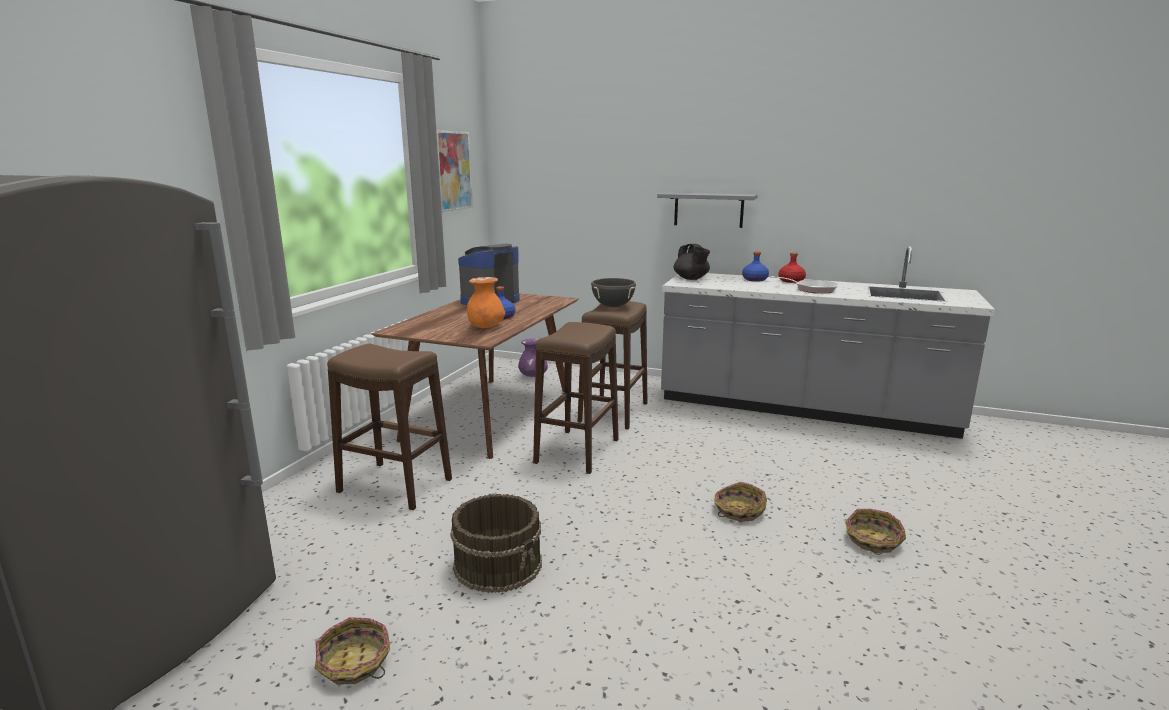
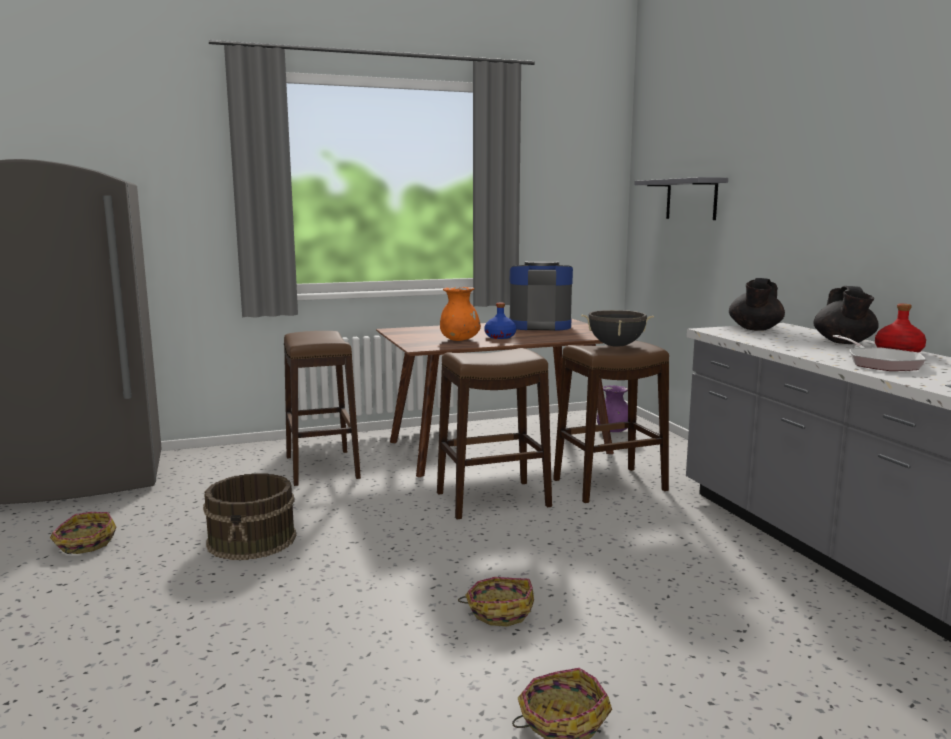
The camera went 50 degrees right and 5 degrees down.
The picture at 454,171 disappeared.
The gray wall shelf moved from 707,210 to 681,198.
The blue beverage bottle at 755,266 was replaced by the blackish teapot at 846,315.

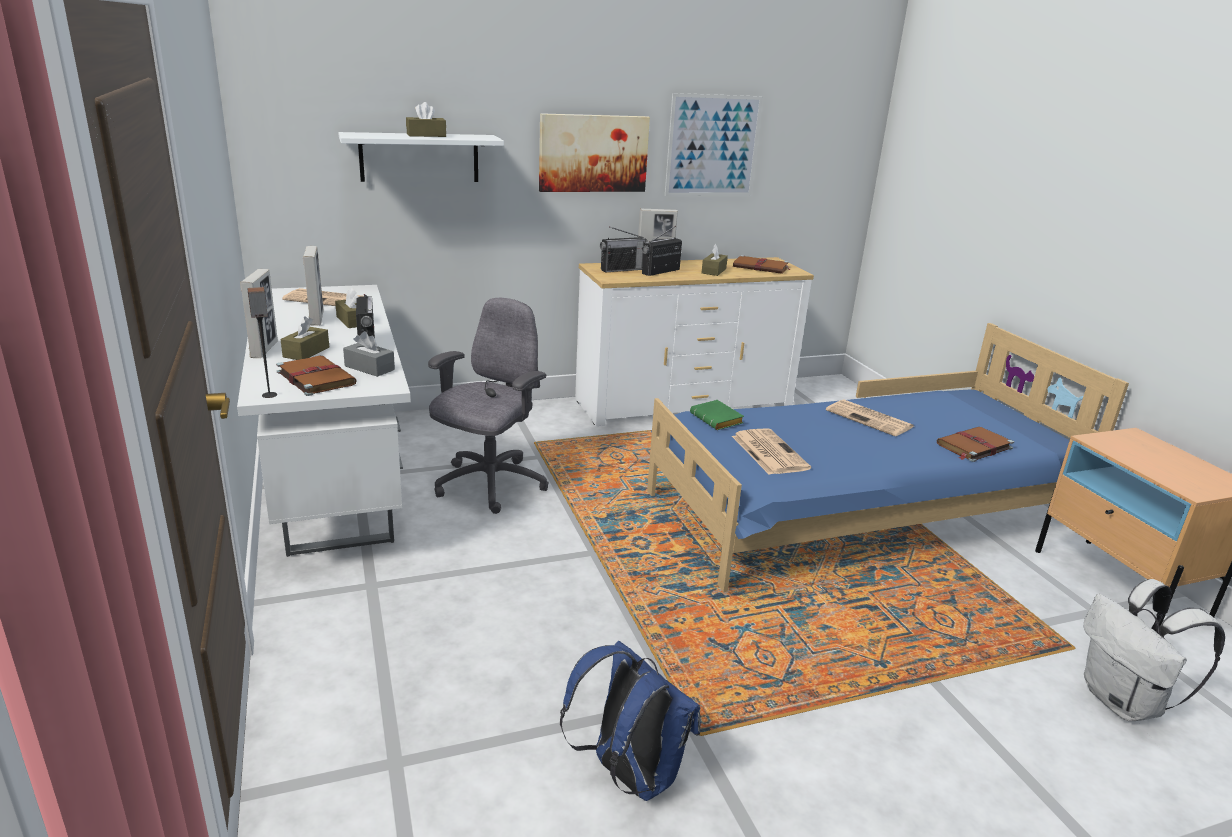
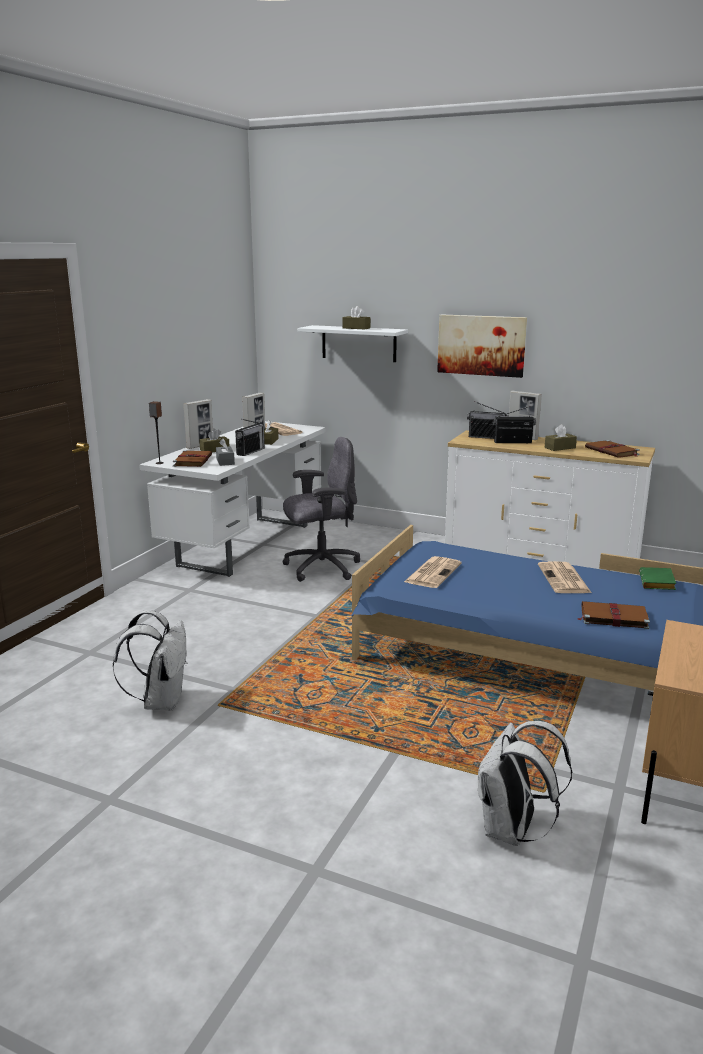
The camera went 45 degrees right and 5 degrees down.
The picture at 714,144 disappeared.
The green-coloured volume moved from 717,415 to 657,578.
The blue backpack at 630,721 became the white-coloured backpack at 150,660.

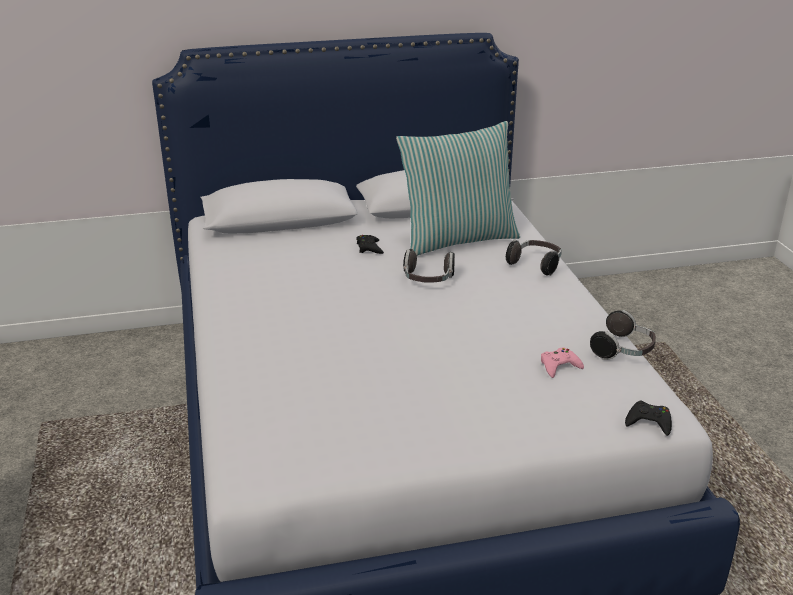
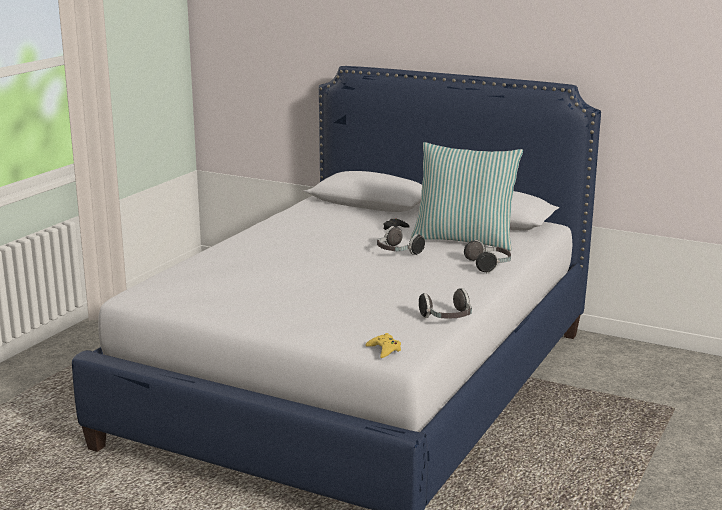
The camera went 40 degrees right and 10 degrees down.
The pinkish game controller at 562,362 disappeared.
The blackish game controller at 648,418 became the yellow game controller at 383,345.

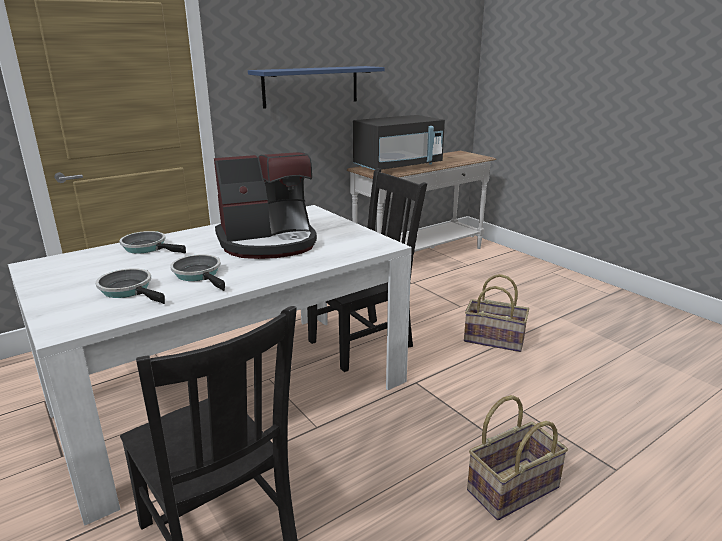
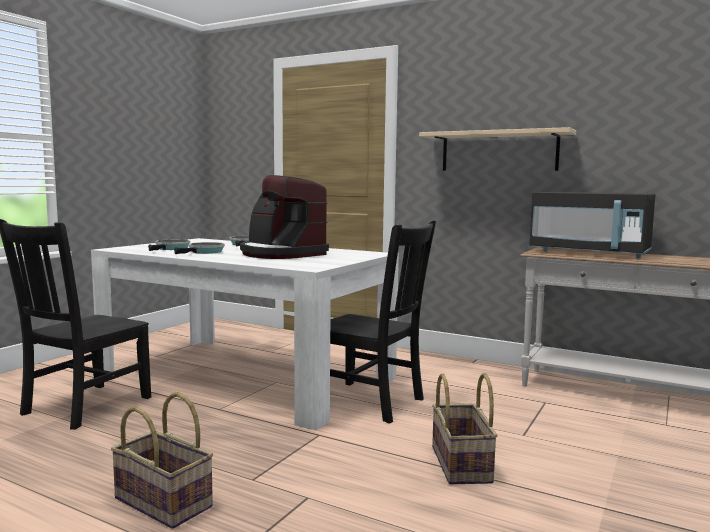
The camera went 65 degrees right and 15 degrees down.
The blue wall shelf at 316,87 became the beige wall shelf at 497,149.

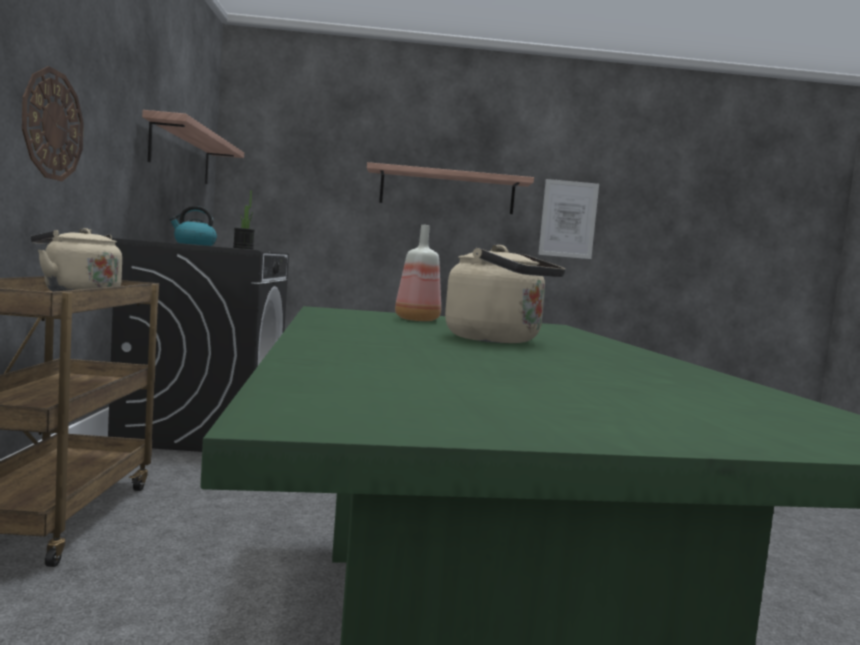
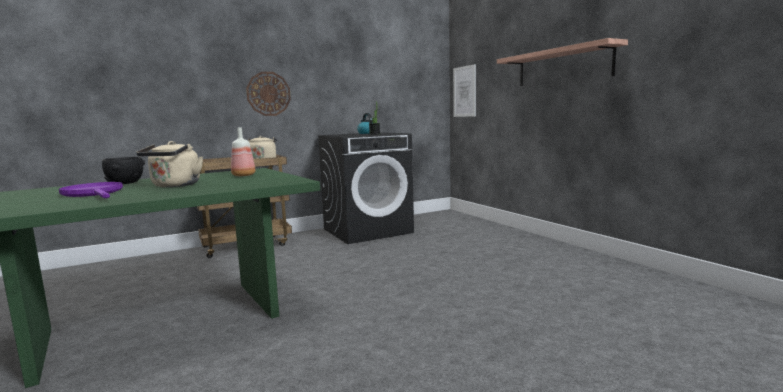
The camera went 65 degrees right and 5 degrees up.
The wall shelf at 193,147 disappeared.
The purplish frying pan at 91,190 appeared.
The blackish serving bowl at 123,170 appeared.
The picture moved from 568,219 to 464,90.

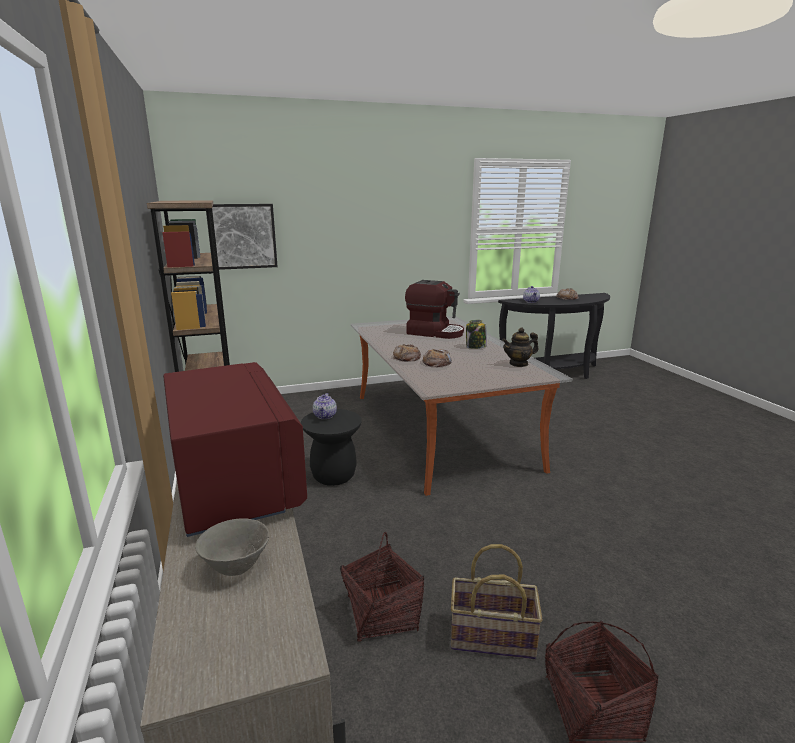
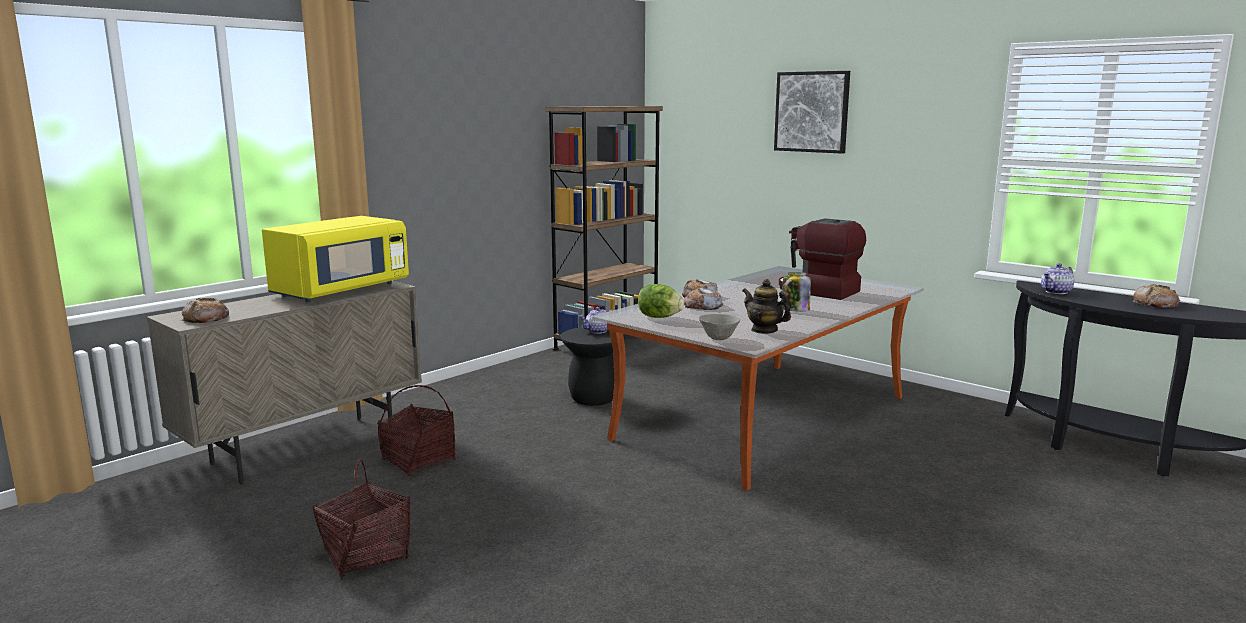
The camera went 60 degrees right and 5 degrees down.
The storage basket at 497,601 disappeared.
The baked bread at 205,310 appeared.
The head of lettuce at 661,301 appeared.
The gray serving bowl moved from 232,547 to 719,327.
The picture moved from 245,237 to 812,112.
The red-coloured microwave at 235,449 became the yellow microwave at 335,259.
The coffee brewer at 434,309 turned 135 degrees clockwise.

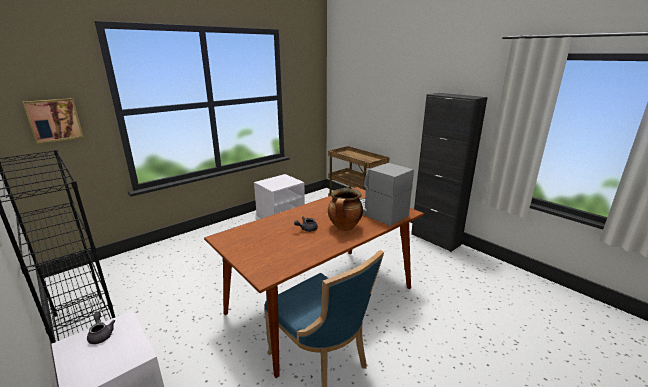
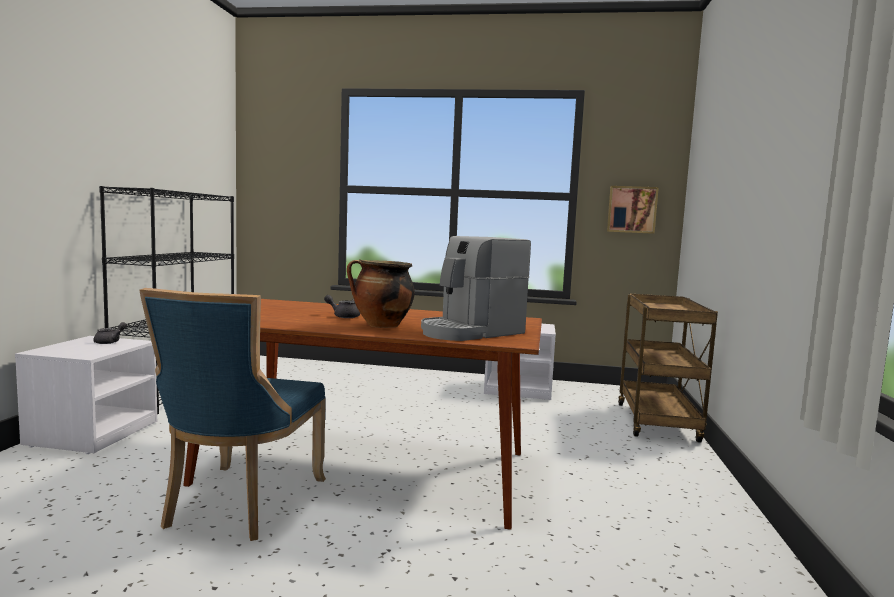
The camera went 50 degrees right and 15 degrees down.
The blackish storage cabinet at 449,172 disappeared.
The picture moved from 53,121 to 633,210.
The coffee brewer at 387,194 turned 135 degrees counterclockwise.

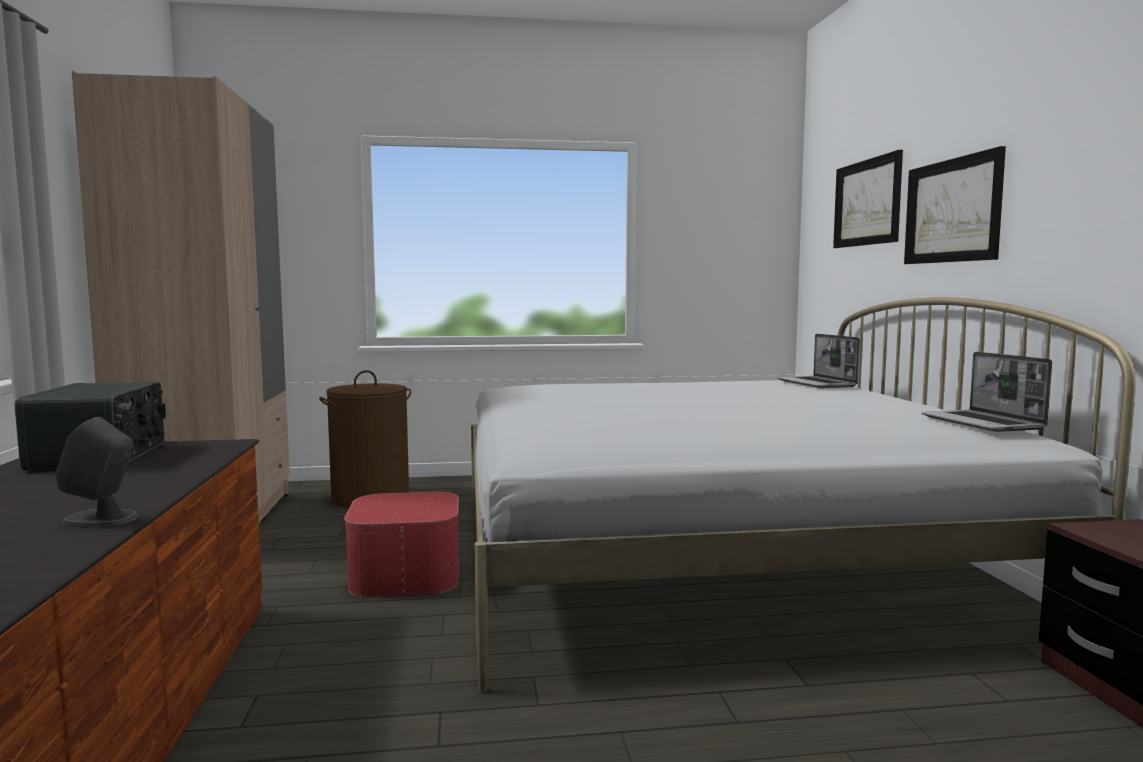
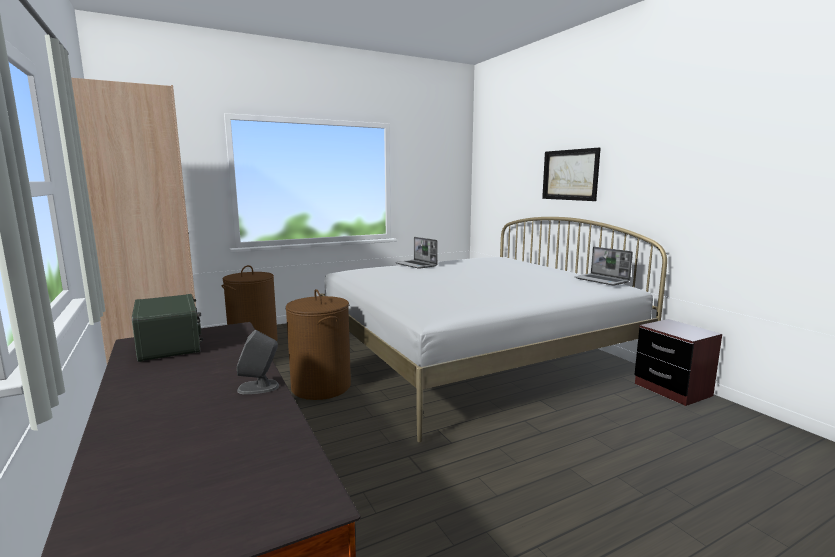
The camera went 20 degrees left and 5 degrees up.
The picture at 868,199 disappeared.
The laptop moved from 818,361 to 416,253.
The ottoman at 401,544 was replaced by the brownish laundry basket at 318,344.

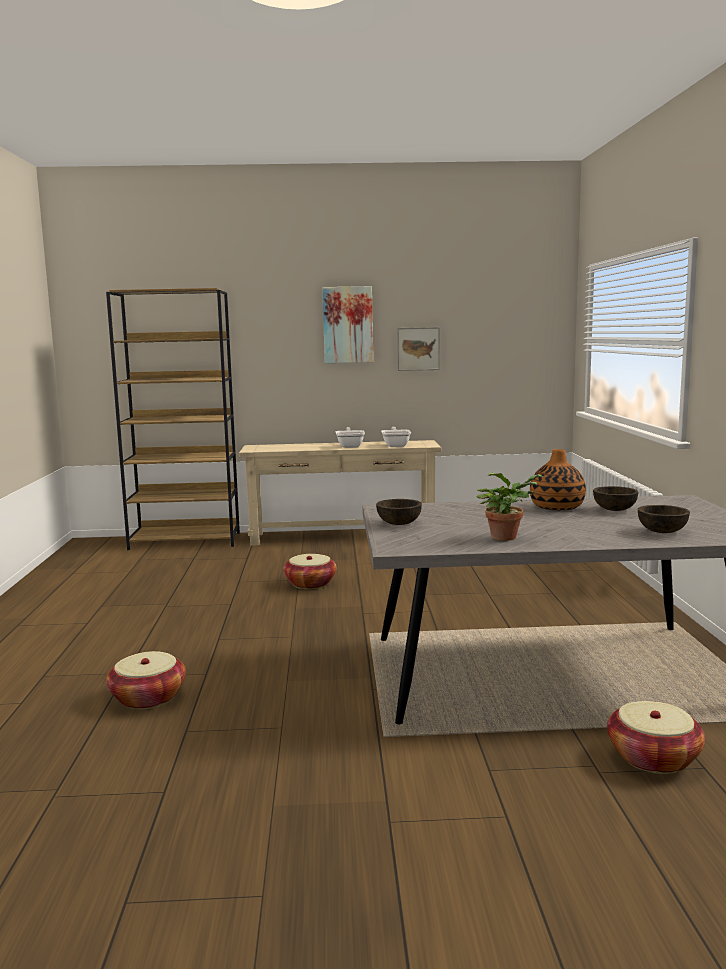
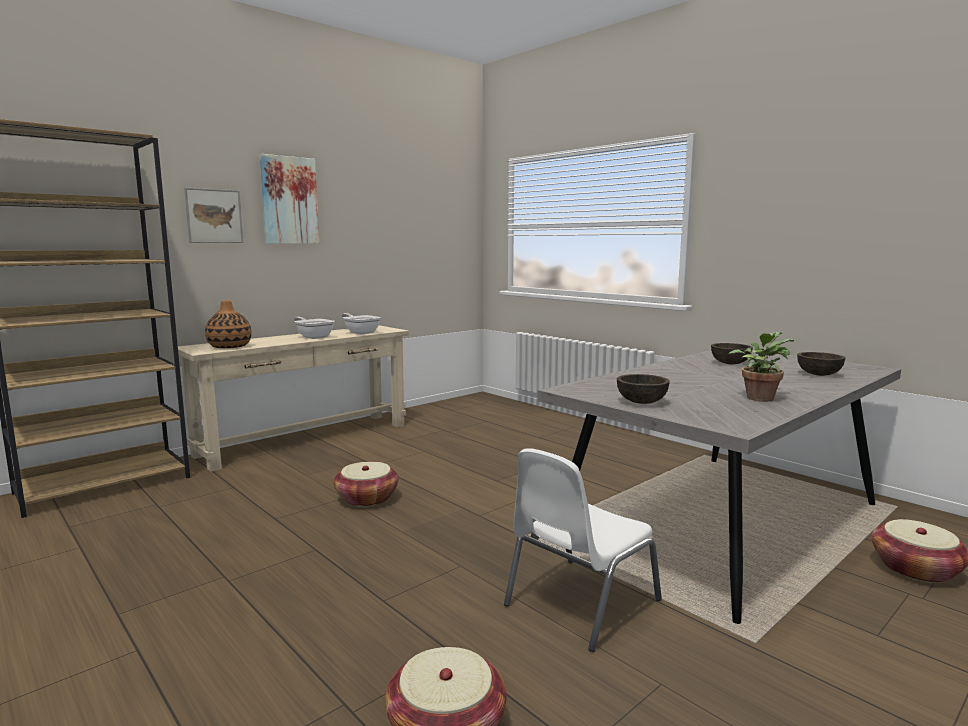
The camera went 40 degrees left and 0 degrees up.
The white-coloured upright chair at 583,550 appeared.
The picture moved from 418,349 to 213,215.
The vase moved from 558,480 to 228,324.

